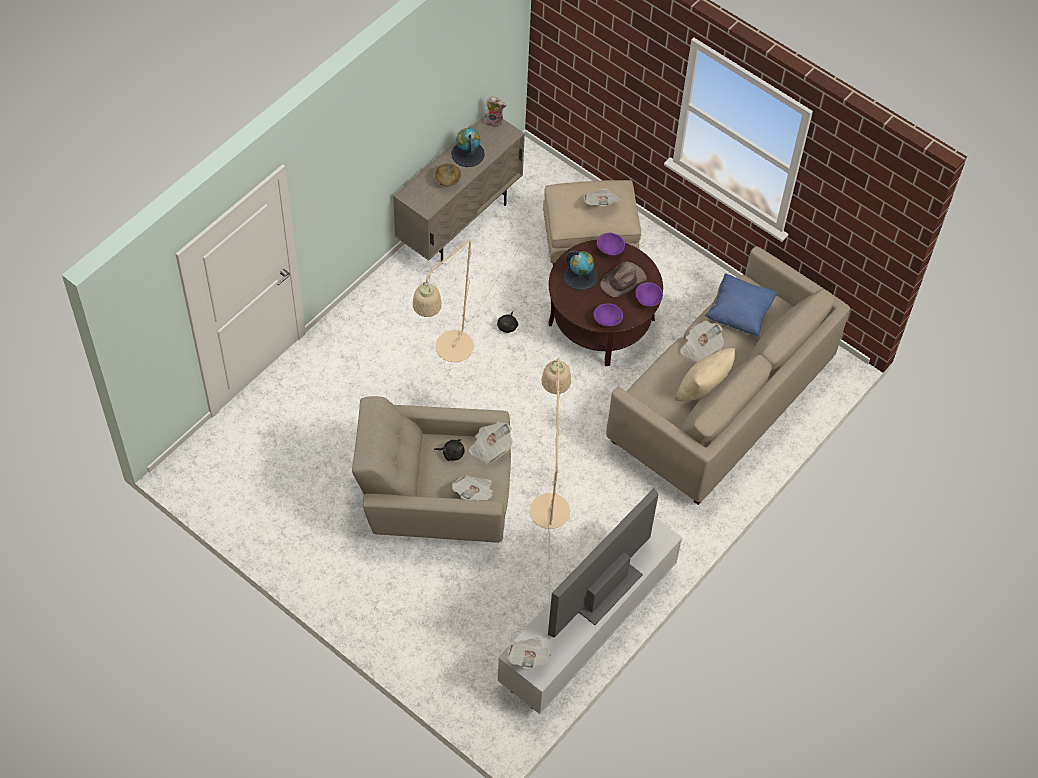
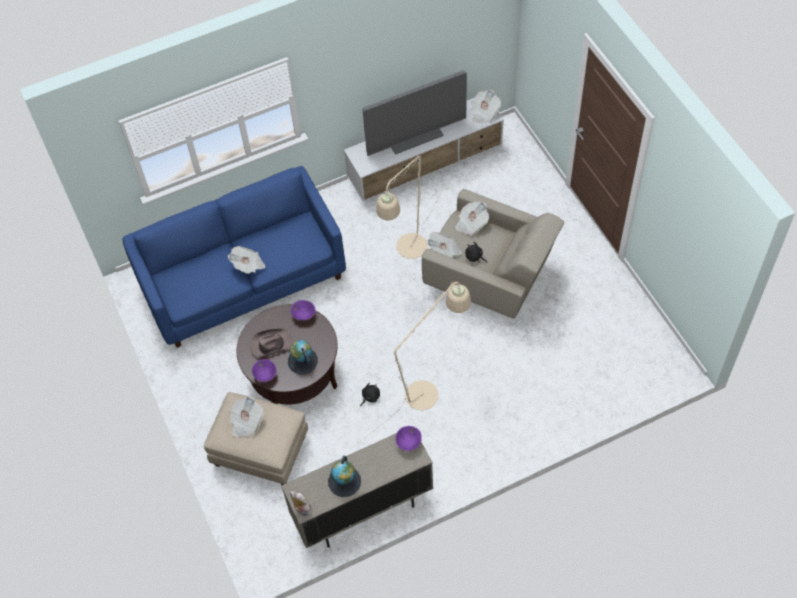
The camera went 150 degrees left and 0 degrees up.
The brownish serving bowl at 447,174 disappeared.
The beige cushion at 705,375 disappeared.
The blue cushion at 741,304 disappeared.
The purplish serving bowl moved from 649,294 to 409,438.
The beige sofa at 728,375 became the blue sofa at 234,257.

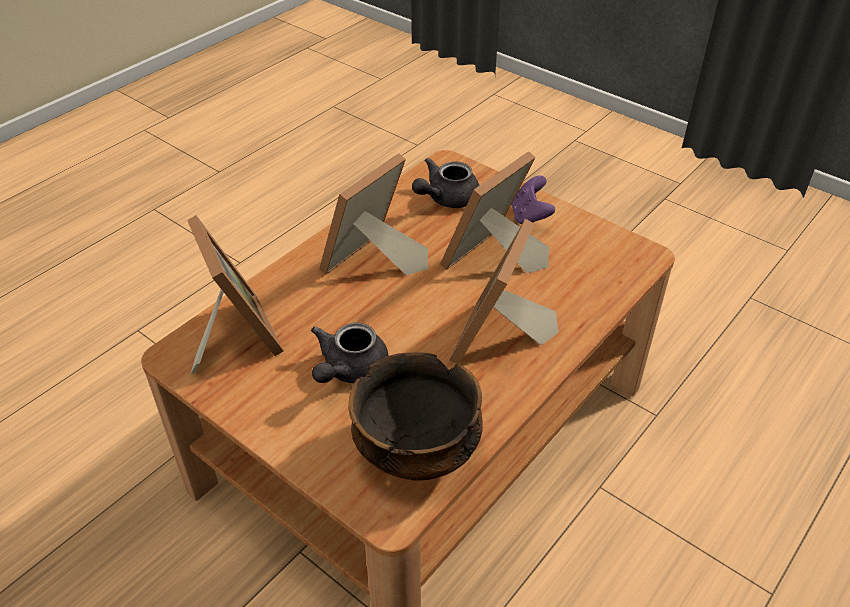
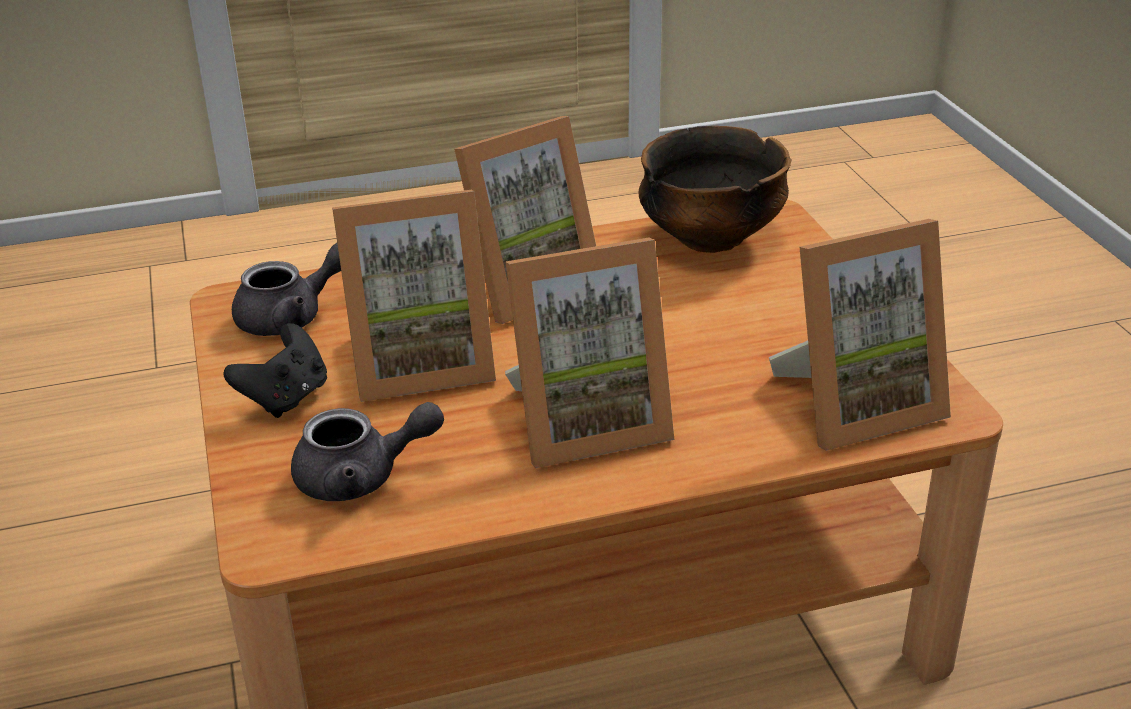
The camera went 145 degrees left and 10 degrees down.
The gray teapot moved from 349,353 to 286,289.
The purplish game controller at 533,200 became the blackish game controller at 275,370.
The picture frame at 235,294 turned 120 degrees counterclockwise.

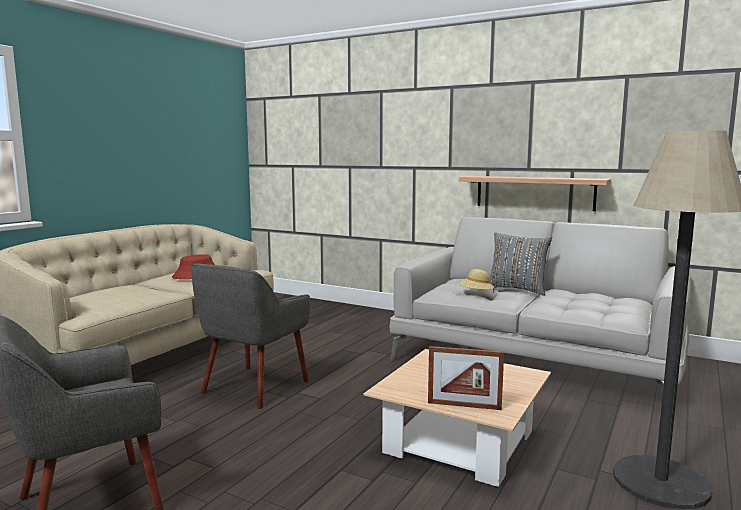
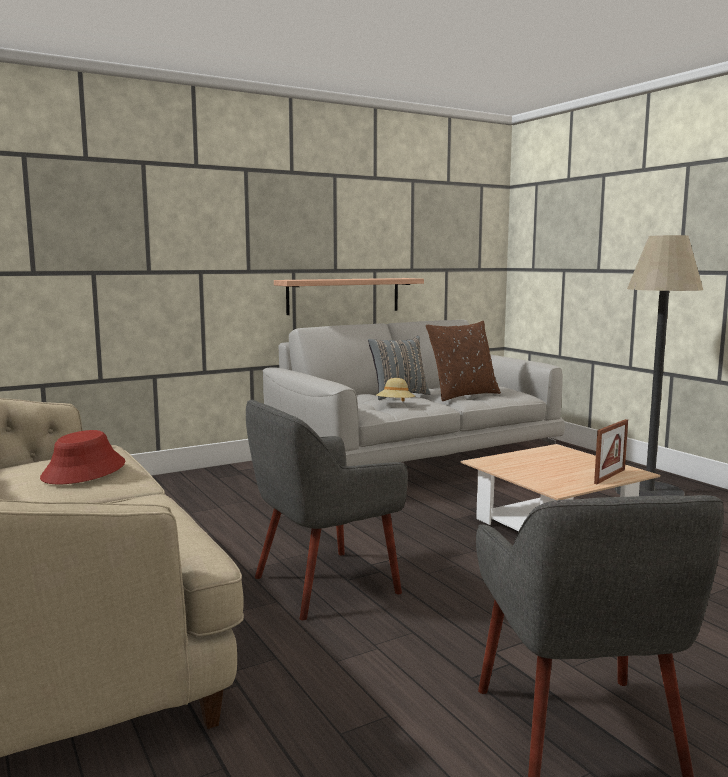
The camera went 60 degrees left and 0 degrees up.
The brownish cushion at 463,361 appeared.
The gray easy chair at 251,336 turned 90 degrees clockwise.

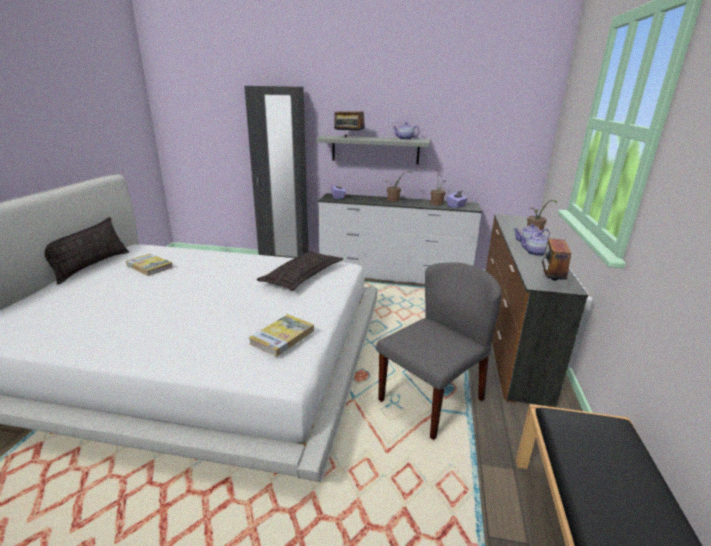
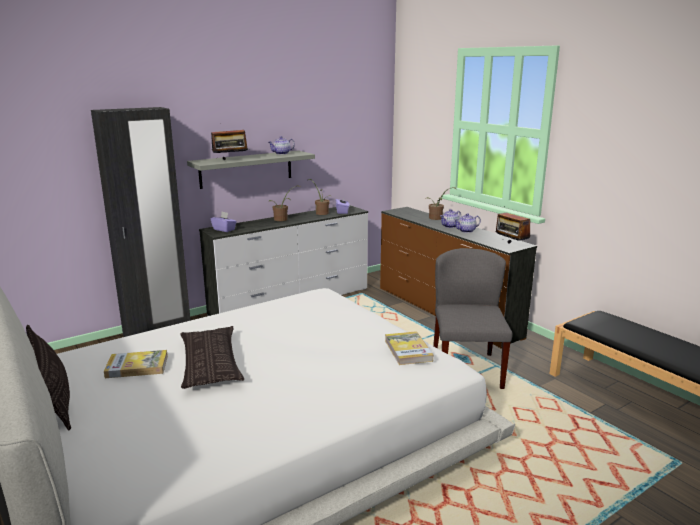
The camera went 45 degrees left and 5 degrees down.
The cushion moved from 300,271 to 212,357.

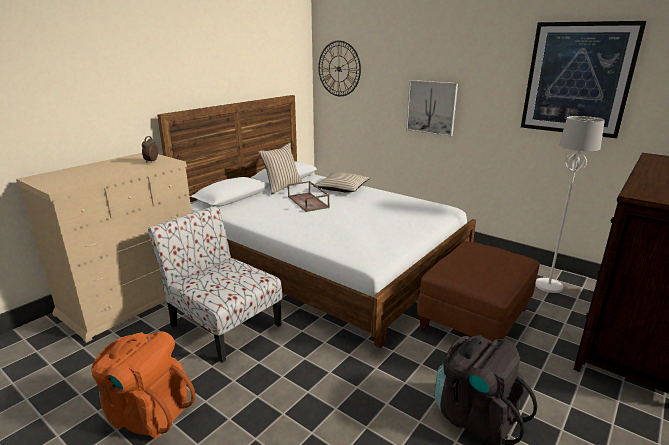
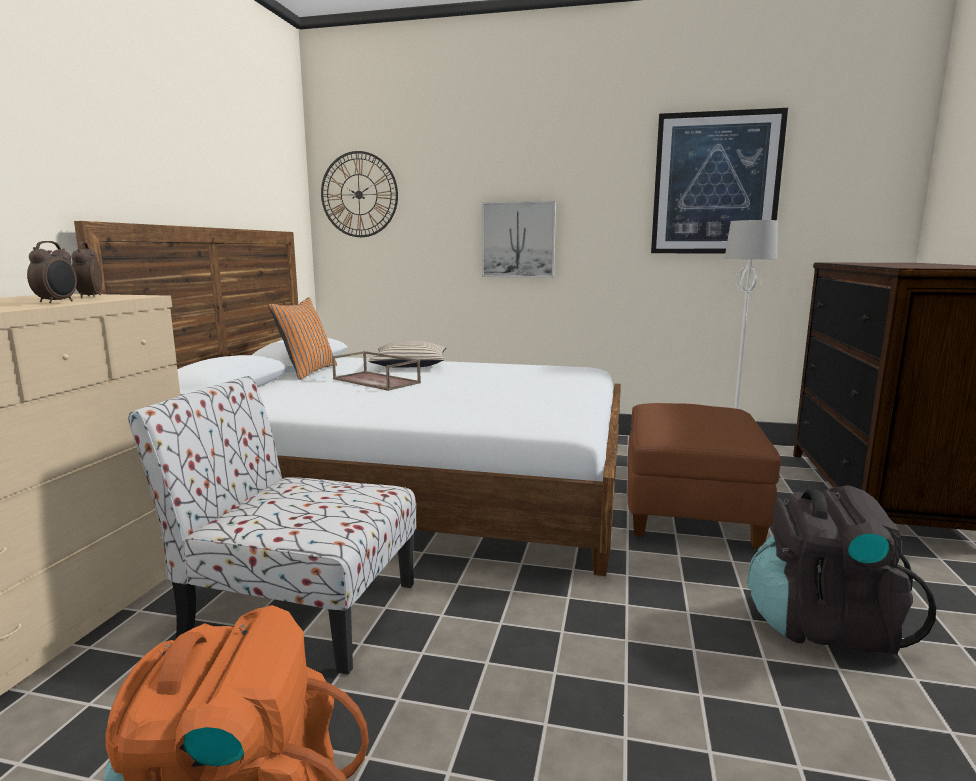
The camera went 25 degrees left and 10 degrees down.
The bedside clock at 52,272 appeared.
The beige cushion at 280,168 became the orange cushion at 302,339.

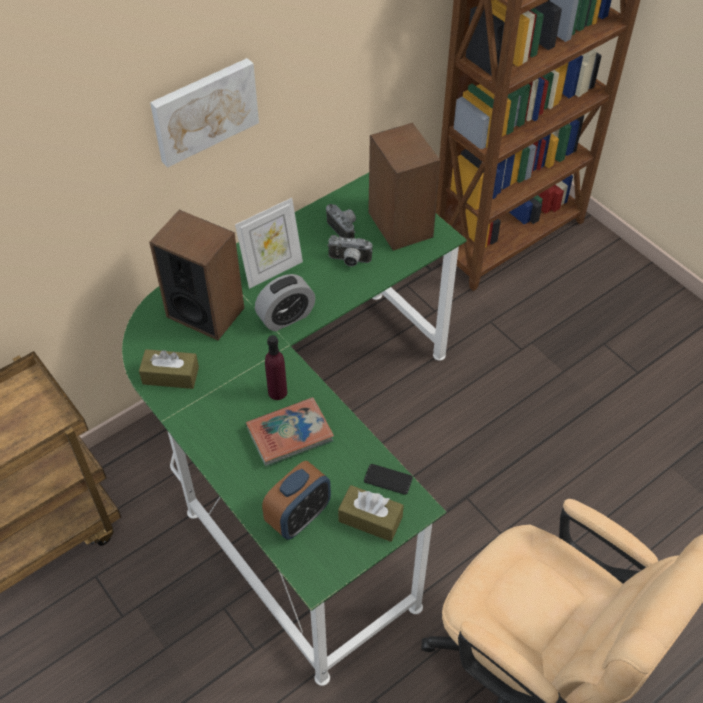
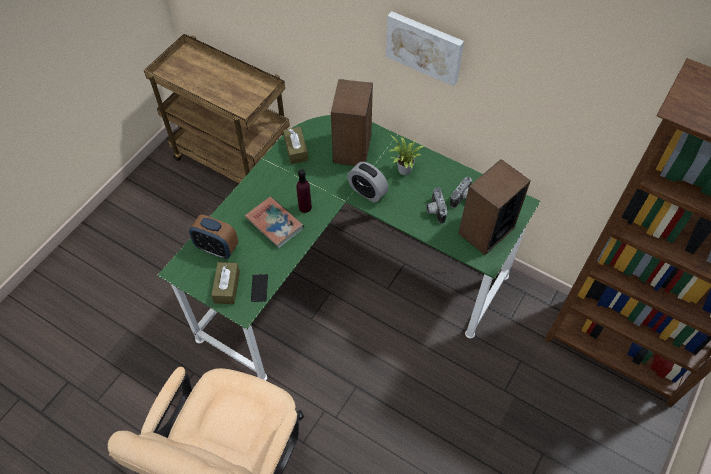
The camera went 70 degrees right and 5 degrees up.
The picture frame at 269,243 was replaced by the plant in a pot at 406,155.

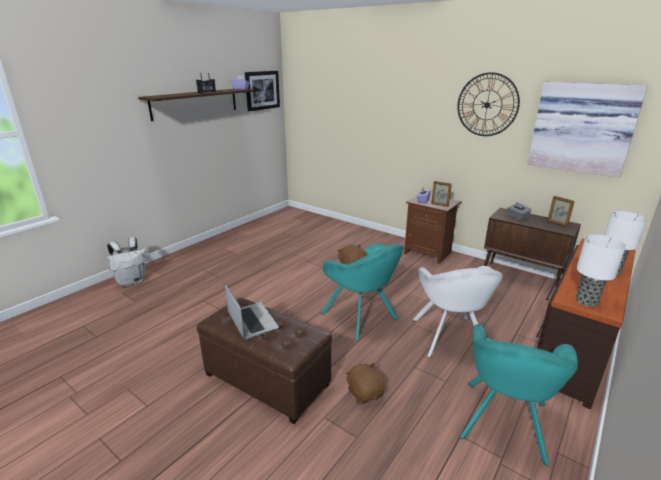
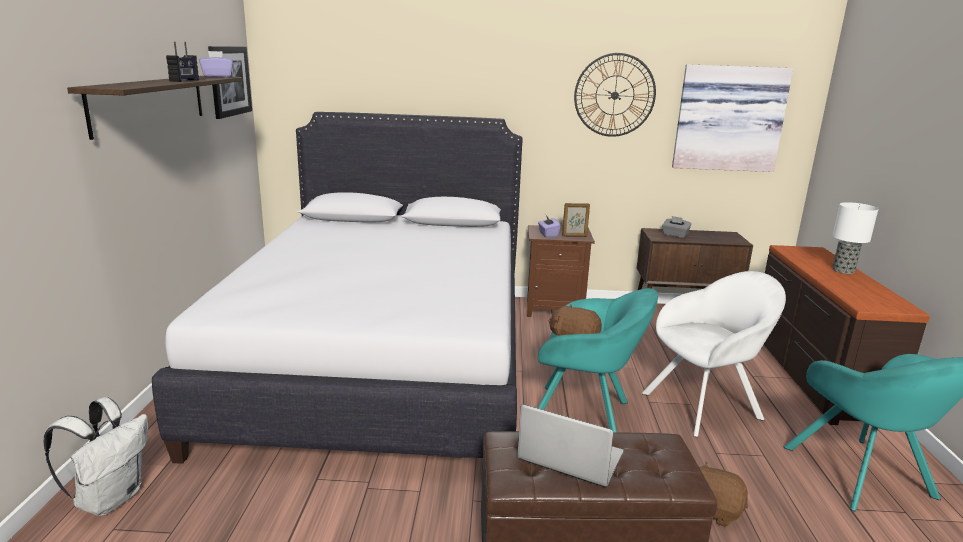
The camera went 35 degrees left and 5 degrees down.
The picture frame at 561,211 disappeared.
The table lamp at 601,271 disappeared.
The white-coloured bed at 337,288 appeared.
The white-coloured easy chair at 458,312 turned 75 degrees counterclockwise.

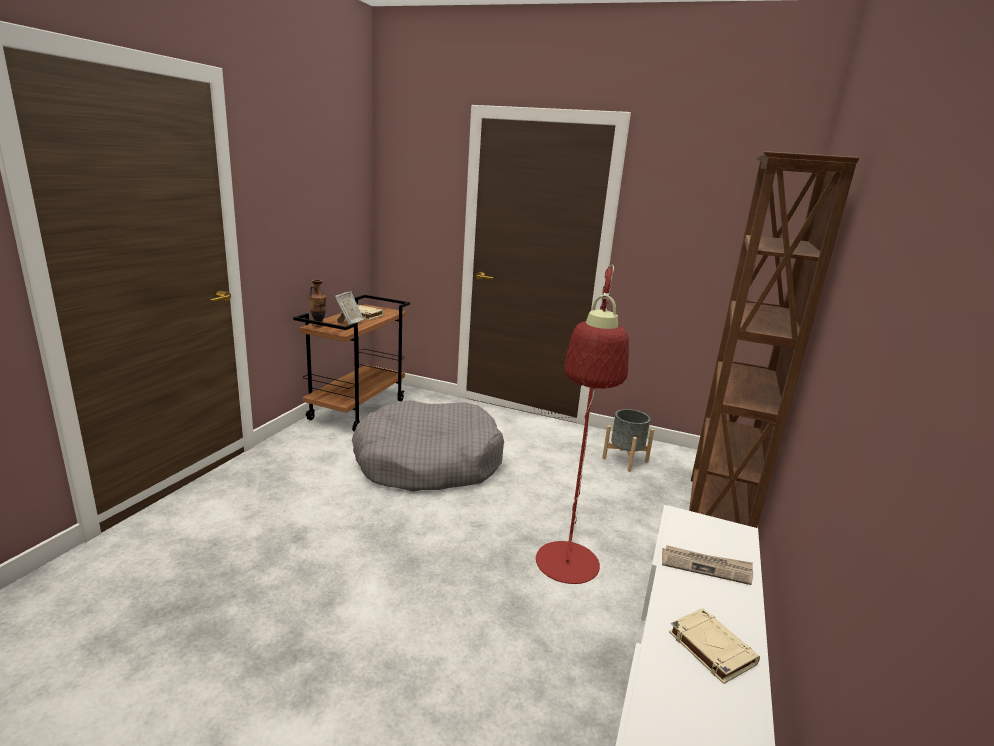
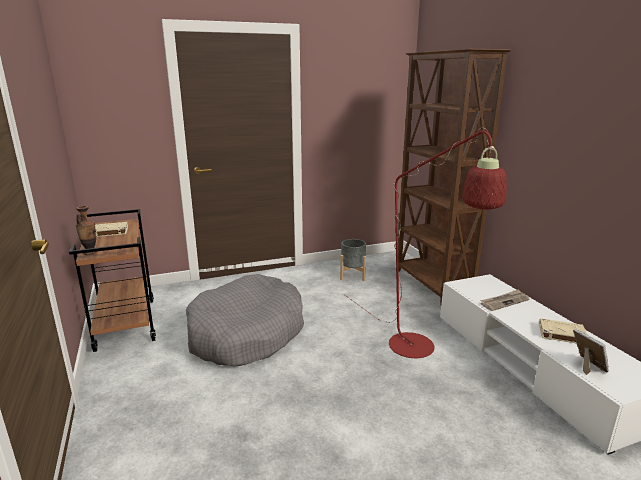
The camera went 40 degrees left and 0 degrees up.
The picture frame moved from 349,308 to 591,352.

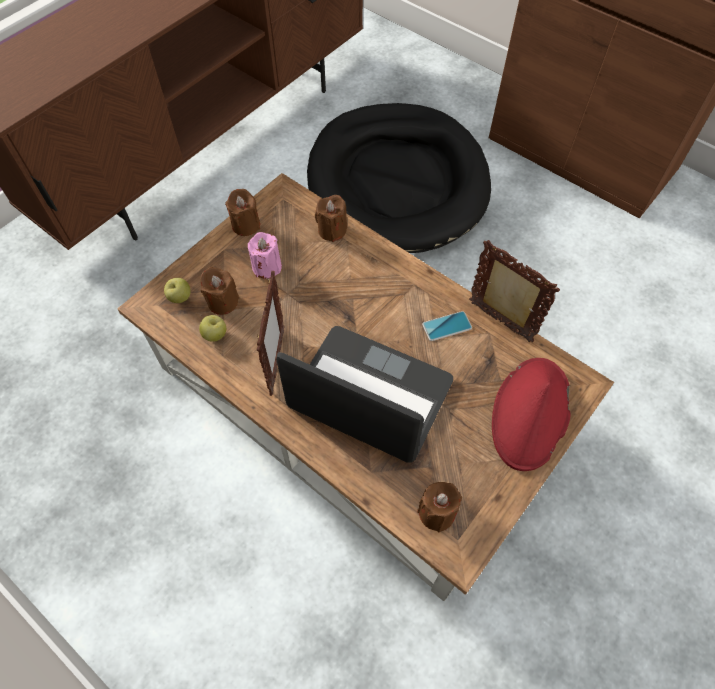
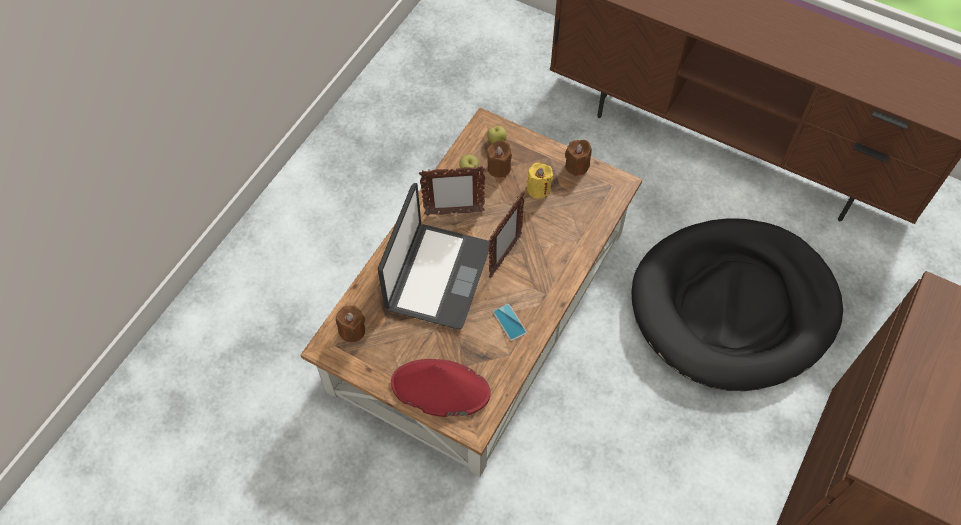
The camera went 80 degrees right and 0 degrees up.
The brownish wax light at 331,218 disappeared.
The picture frame moved from 514,291 to 507,234.
The pinkish wax light at 265,255 became the yellow wax light at 540,181.

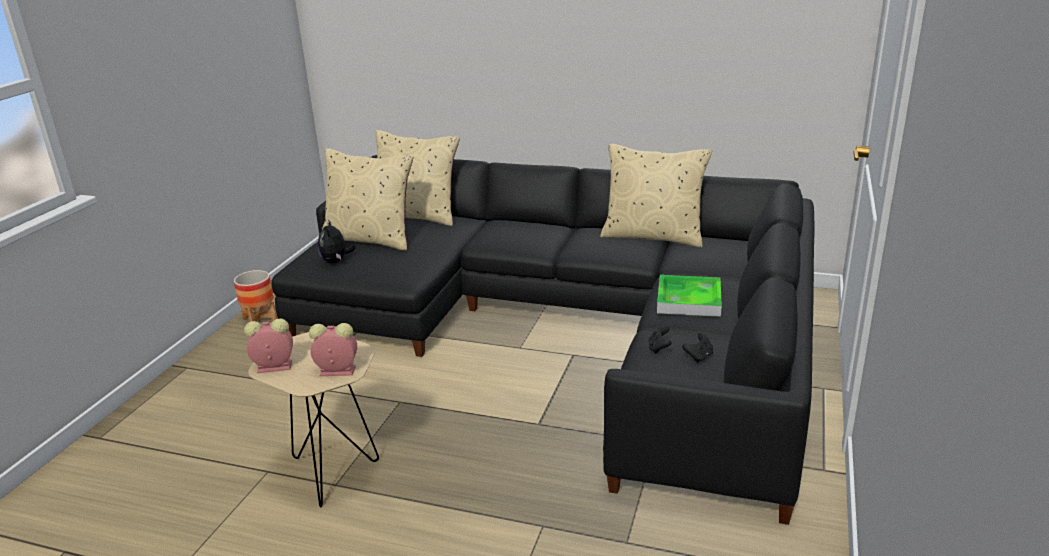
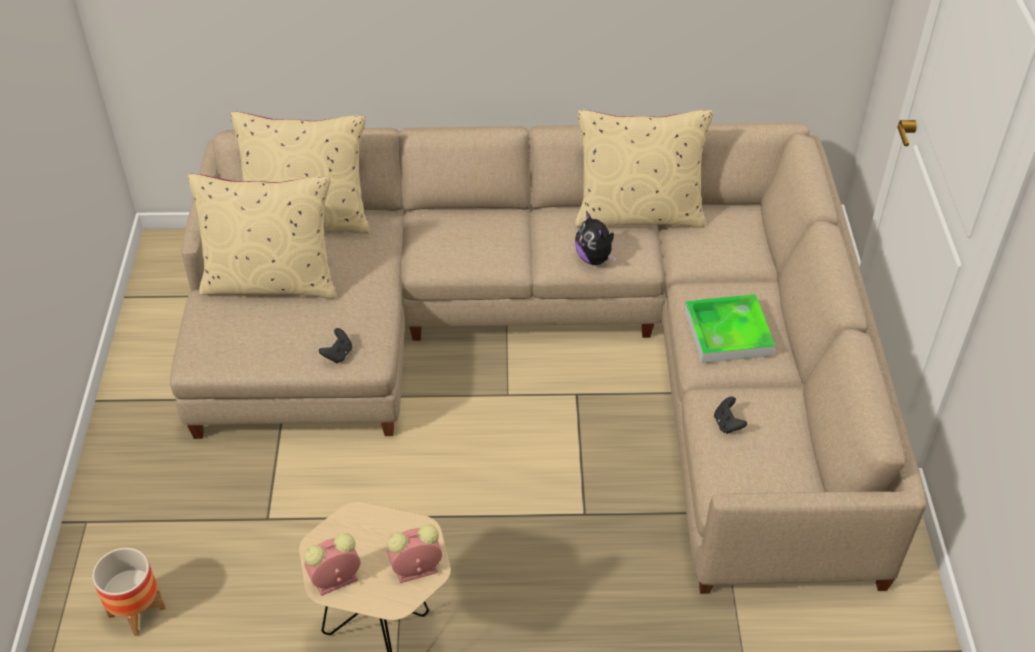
The camera went 20 degrees left and 20 degrees up.
The flower pot moved from 255,296 to 129,592.
The soft toy moved from 337,241 to 595,238.
The blackish game controller moved from 697,348 to 335,346.
The blackish sofa at 543,340 became the beige sofa at 548,358.

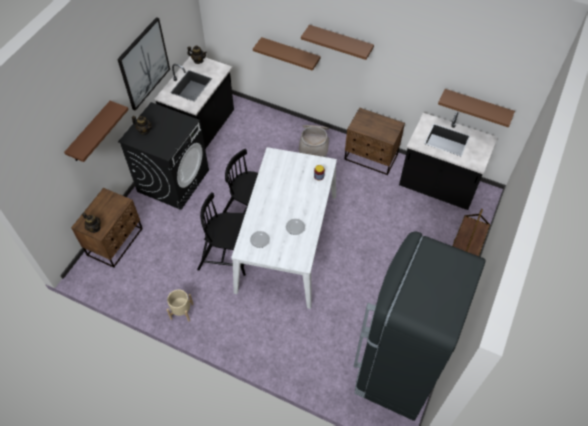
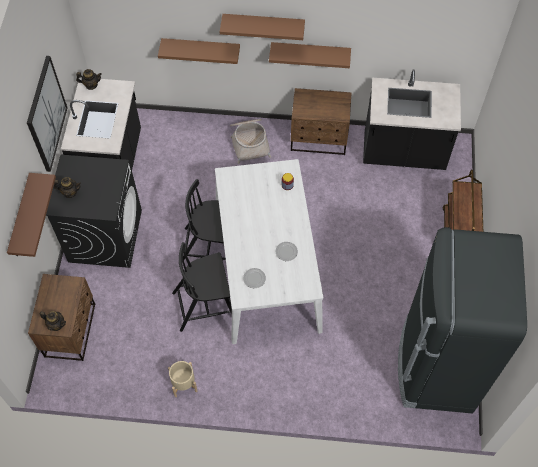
The camera went 20 degrees left and 5 degrees up.
The brownish wall shelf moved from 476,108 to 310,55.

